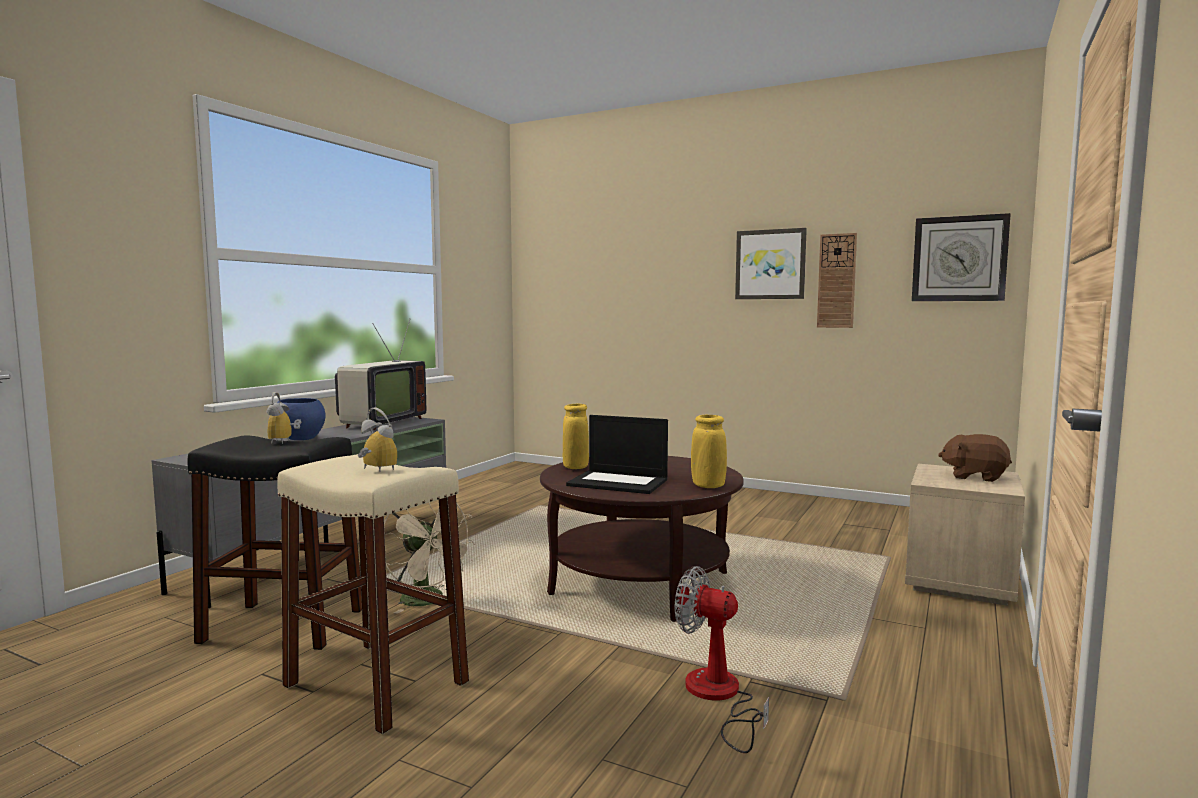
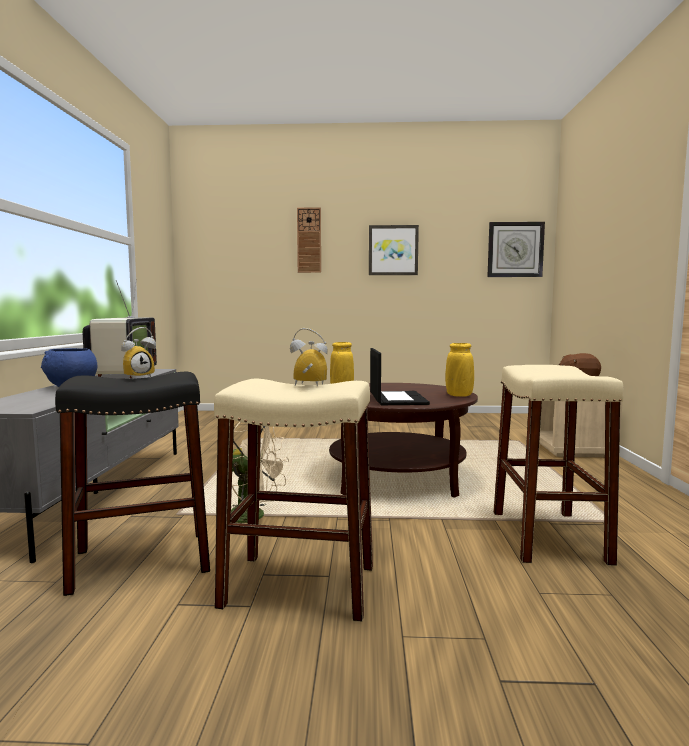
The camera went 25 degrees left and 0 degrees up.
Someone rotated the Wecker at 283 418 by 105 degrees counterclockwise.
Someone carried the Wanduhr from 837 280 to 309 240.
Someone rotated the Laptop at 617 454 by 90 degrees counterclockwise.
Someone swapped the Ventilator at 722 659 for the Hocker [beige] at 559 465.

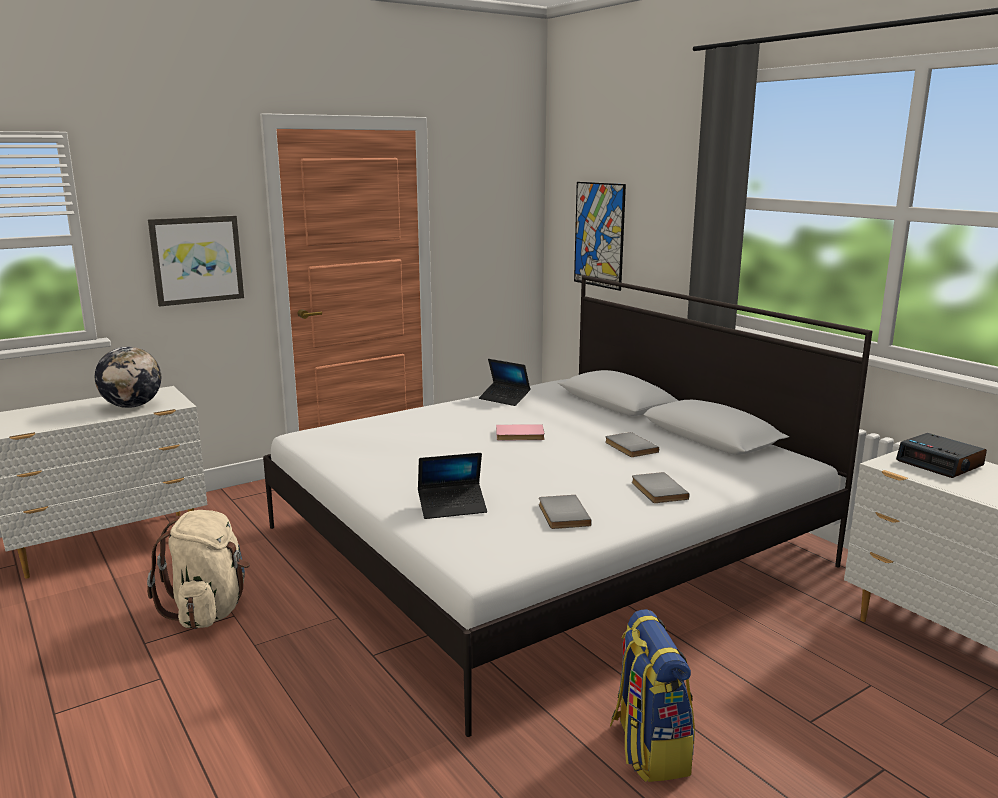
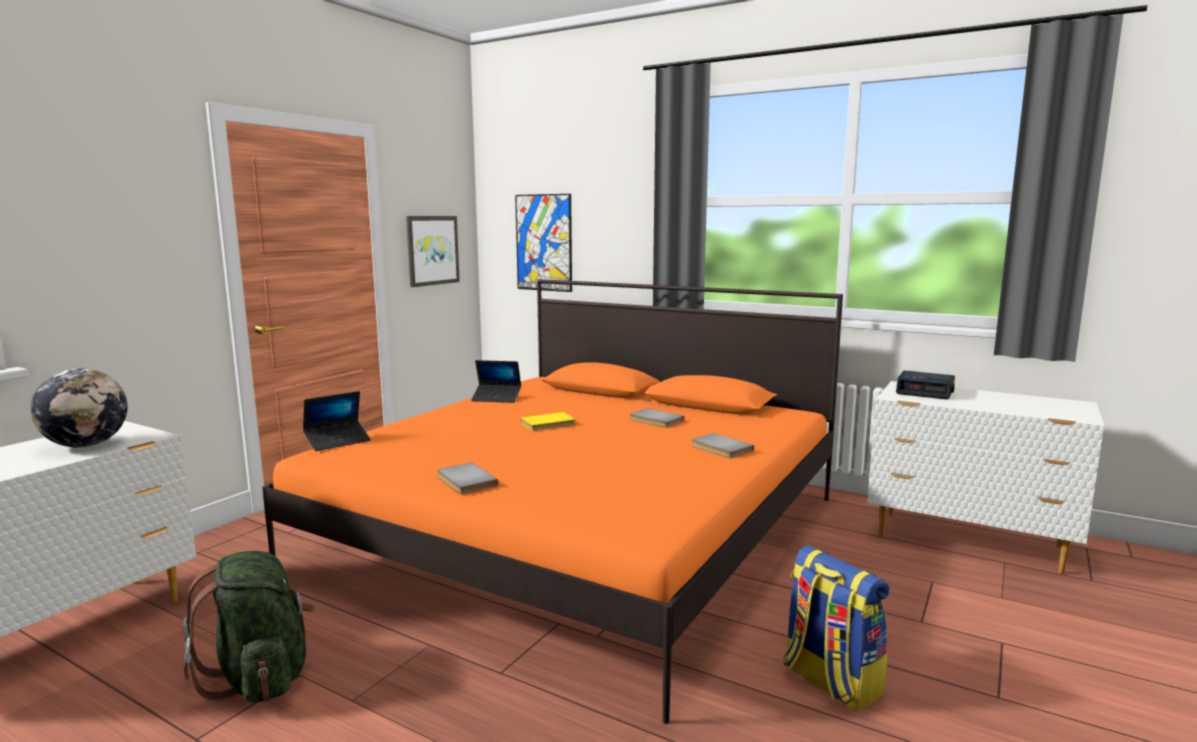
The camera went 25 degrees left and 5 degrees down.
Someone repainted the Rucksack [beige] at 198 569, which became the Rucksack [grün] at 249 627.
Someone repainted the Bett [weiß] at 567 506, which became the Bett [orange] at 552 501.
Someone carried the Laptop from 452 486 to 337 421.
Someone carried the Bild from 196 261 to 433 251.
Someone carried the Buch [grau] from 565 512 to 467 478.
Someone repainted the Buch [rosa] at 520 432, which became the Buch [gelb] at 548 421.

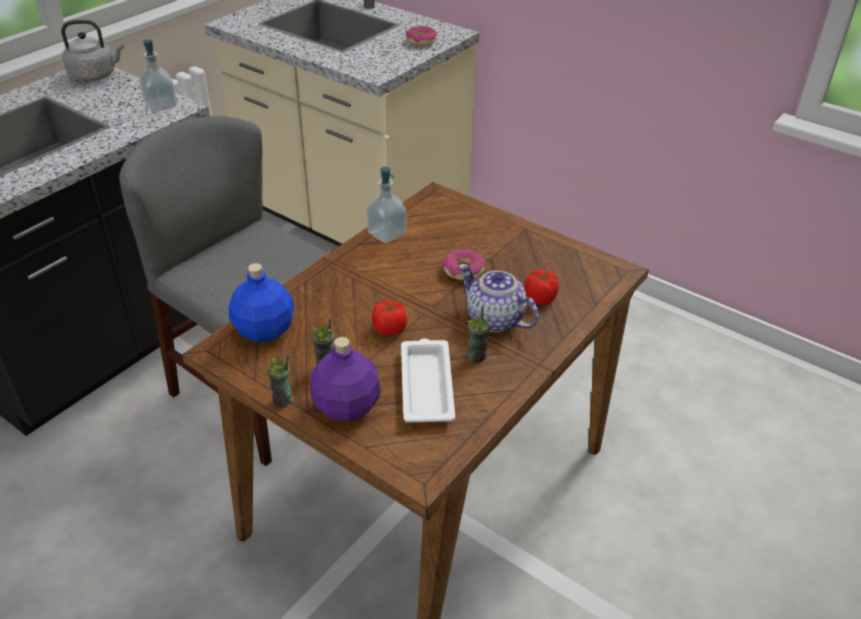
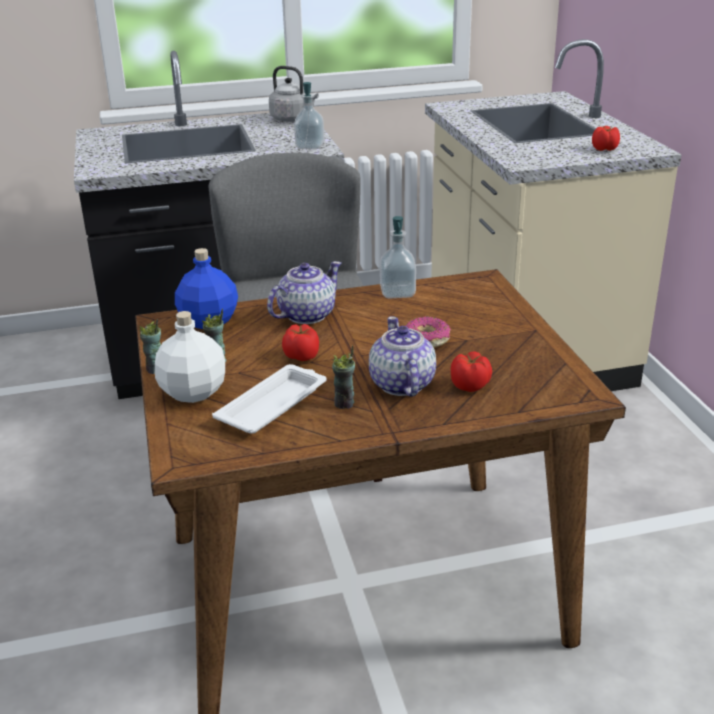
The camera went 40 degrees right and 10 degrees down.
Someone repainted the Flasche [lila] at 345 379, which became the Flasche [weiß] at 190 357.
Someone put down the Teekanne at 304 292.
Someone swapped the Donut at 421 36 for the Tomate at 606 138.

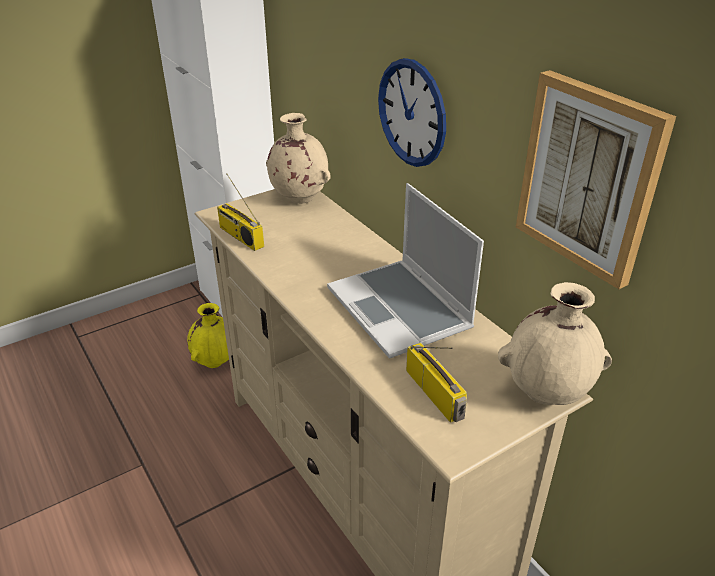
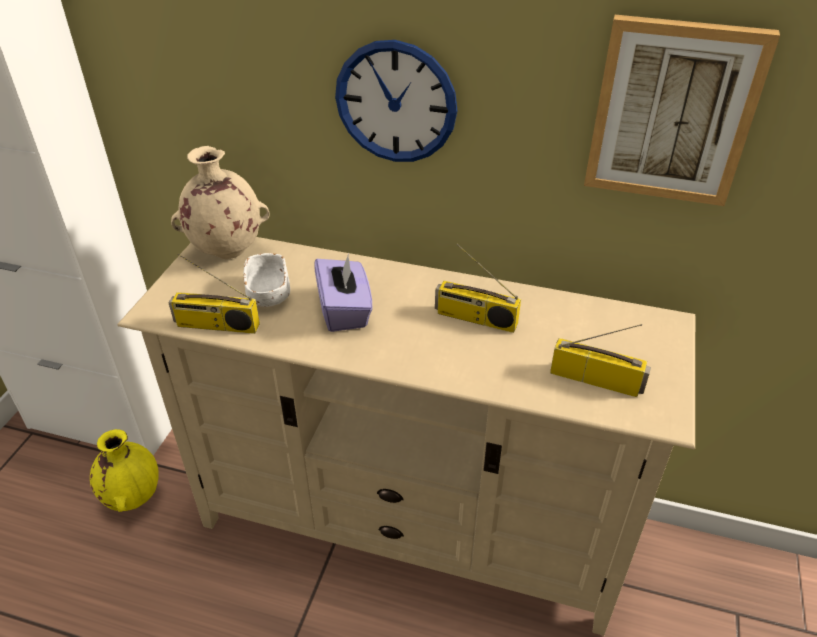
The camera went 40 degrees left and 5 degrees up.
Someone put down the Schüssel [weiß] at 267 280.
Someone put down the Taschentuchbox [lila] at 343 292.
Someone swapped the Laptop at 405 271 for the Radio at 478 288.
Someone took away the Vase [beige] at 555 343.

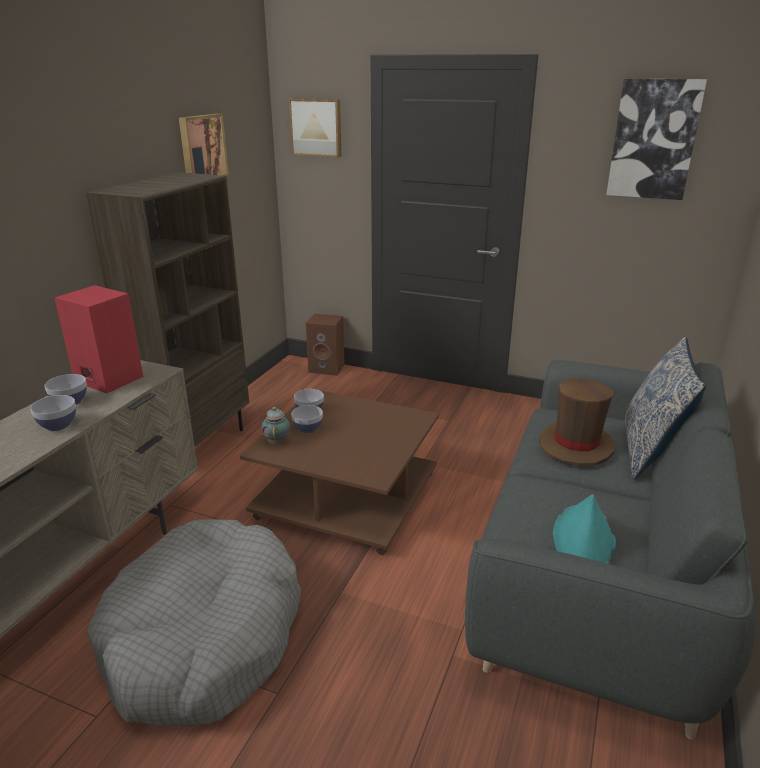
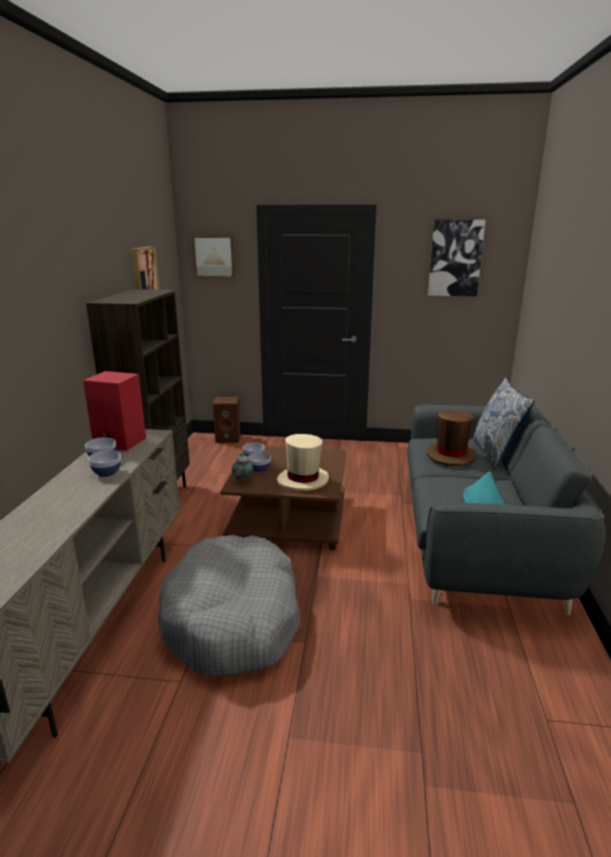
The camera went 15 degrees left and 5 degrees down.
Someone put down the Hut [beige] at 303 462.

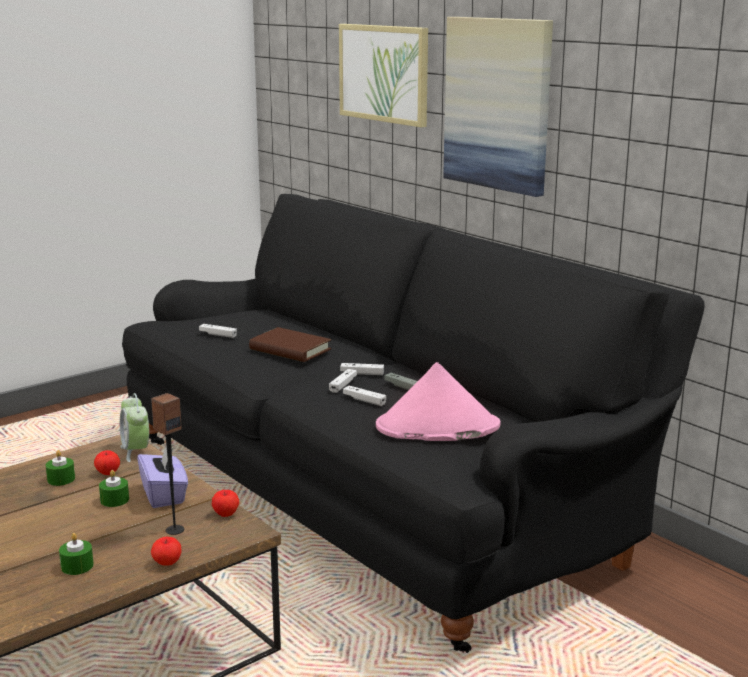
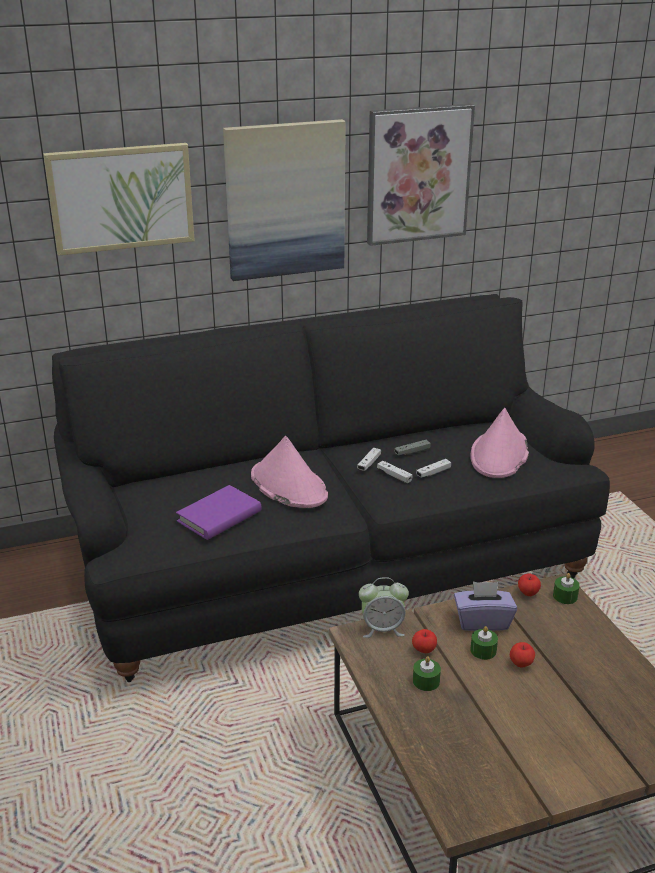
The camera went 70 degrees left and 10 degrees up.
Someone swapped the Gamepad [weiß] at 218 331 for the Buch [lila] at 219 512.
Someone swapped the Buch [braun] at 290 344 for the Hut [rosa] at 289 472.
Someone put up the Bild at 421 175.
Someone carried the Apfel from 166 551 to 522 655.
Someone carried the Kerze [grün] from 76 554 to 566 588.
Someone took away the Lautsprecher at 167 464.

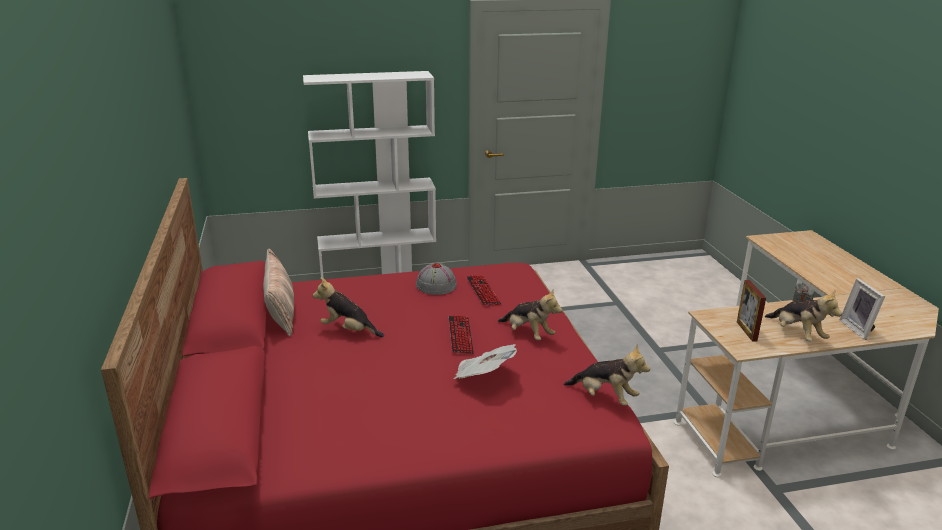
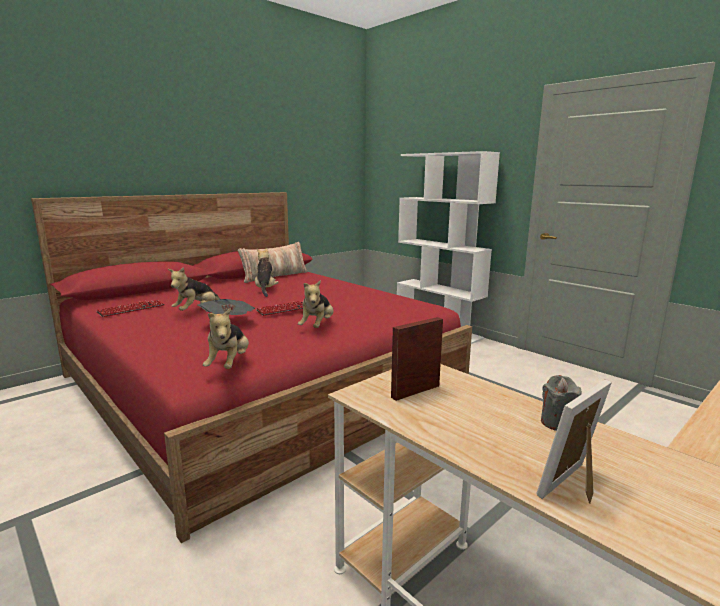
The camera went 60 degrees right and 10 degrees down.
Someone carried the Tastatur from 483 290 to 130 308.
Someone carried the Plüschtier from 803 316 to 194 289.
Someone took away the Hut [grau] at 436 279.

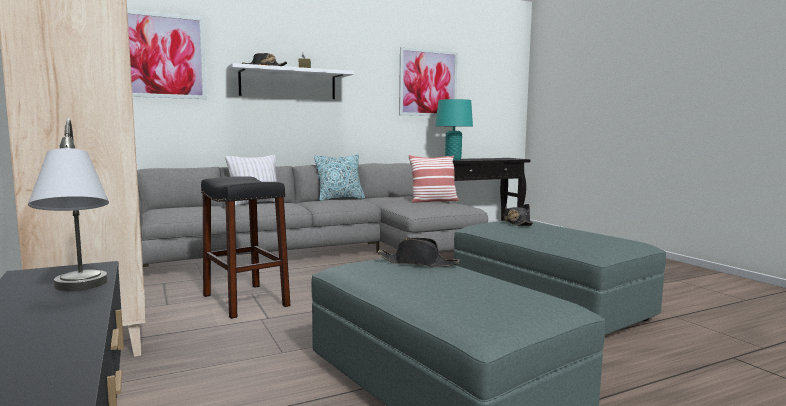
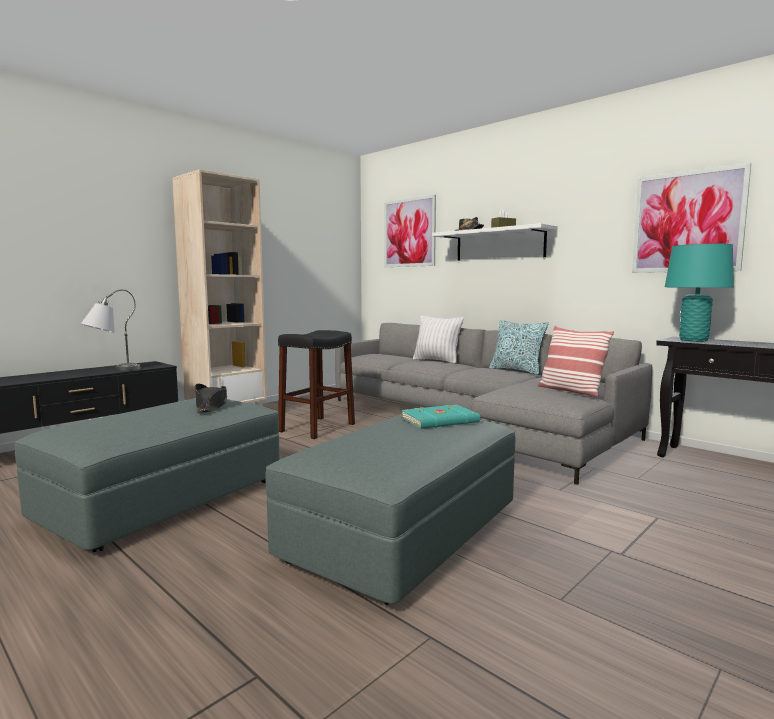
The camera went 70 degrees right and 0 degrees up.
Someone swapped the Hut [schwarz] at 518 215 for the Buch [türkis] at 441 417.

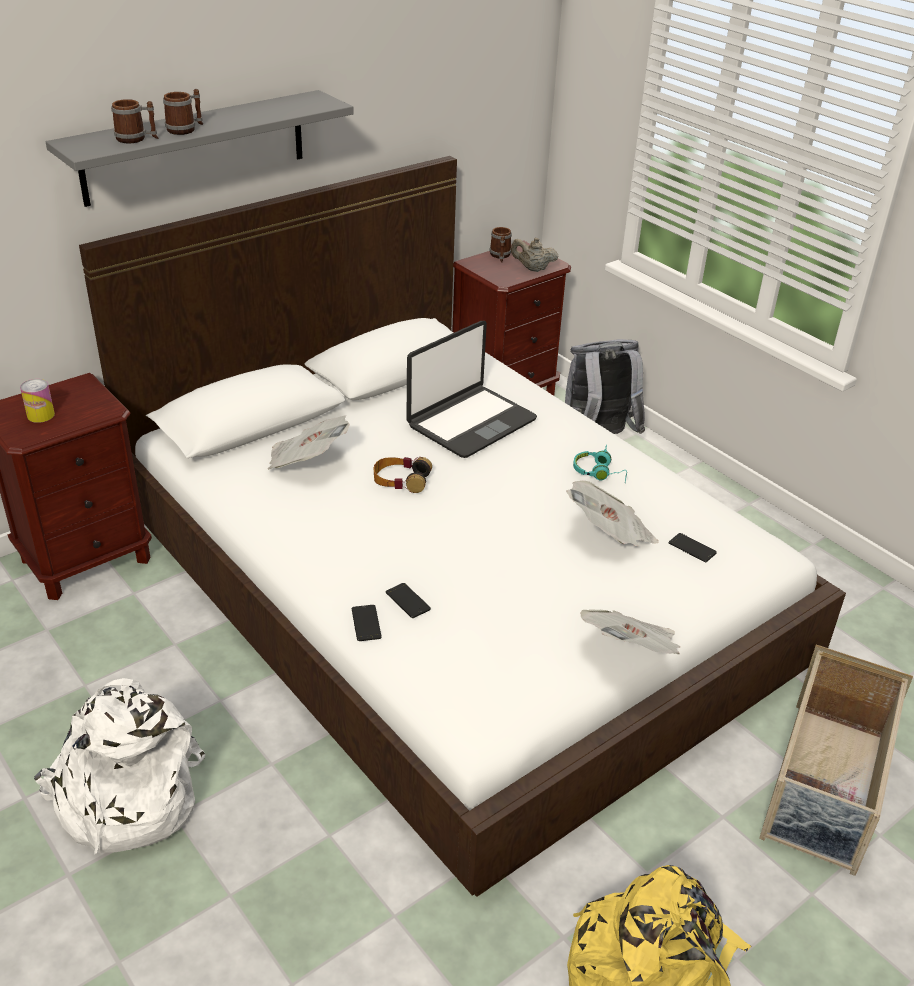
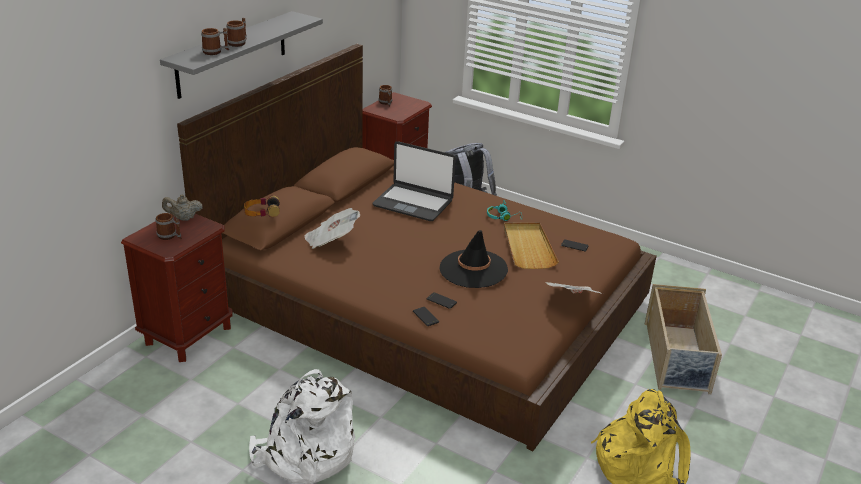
The camera went 20 degrees left and 5 degrees down.
Someone swapped the Dose at 37 401 for the Henkelbecher at 168 226.
Someone carried the Teekanne [beige] from 534 254 to 182 207.
Someone repainted the Bett [weiß] at 462 526, which became the Bett [braun] at 417 247.
Someone carried the Kopfhörer from 402 475 to 262 206.
Someone rotated the Laptop at 471 389 by 90 degrees clockwise.
Someone put down the Hut [schwarz] at 473 259.
Someone swapped the Zeitung at 612 513 for the Tablett [beige] at 531 245.

